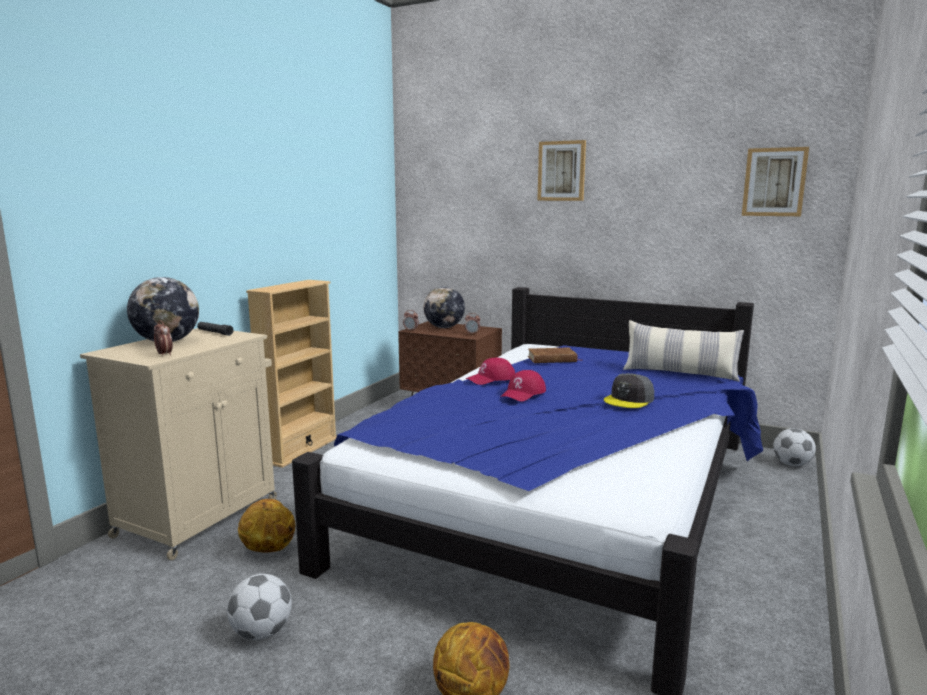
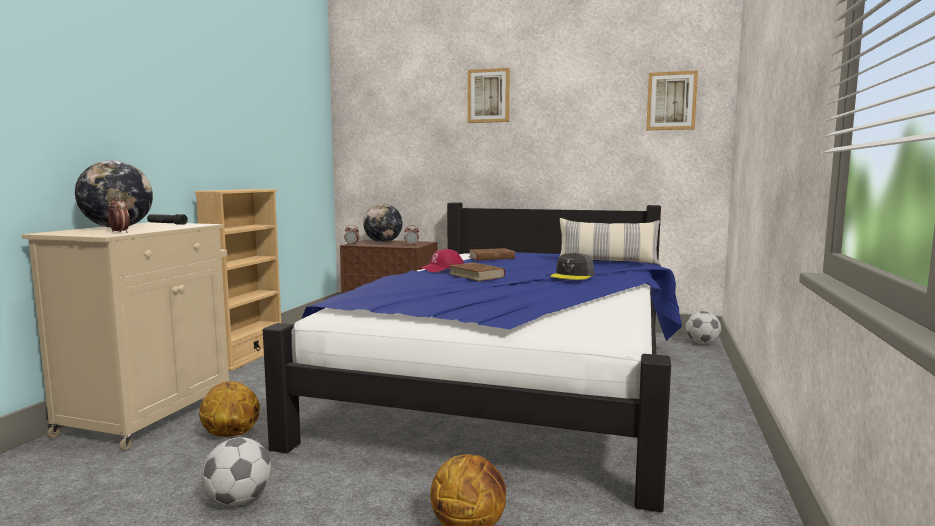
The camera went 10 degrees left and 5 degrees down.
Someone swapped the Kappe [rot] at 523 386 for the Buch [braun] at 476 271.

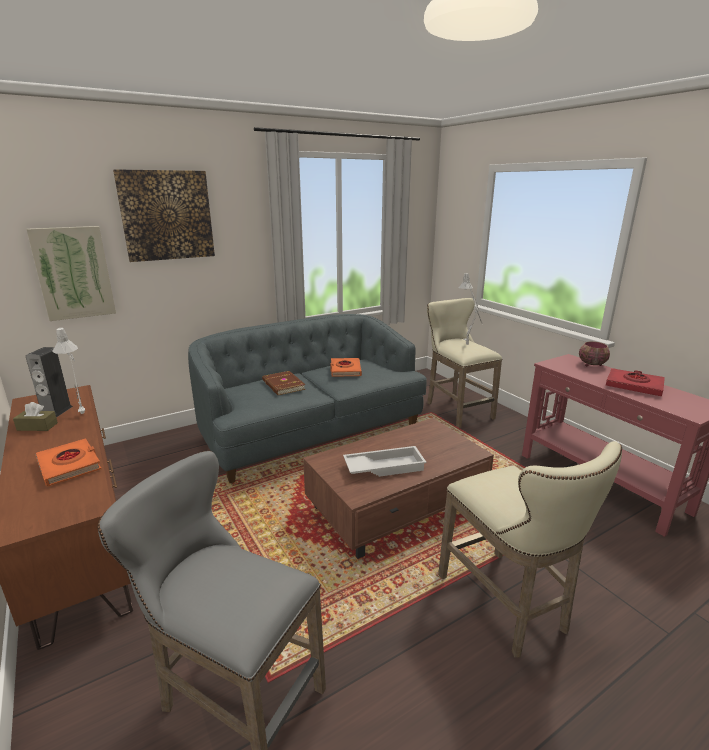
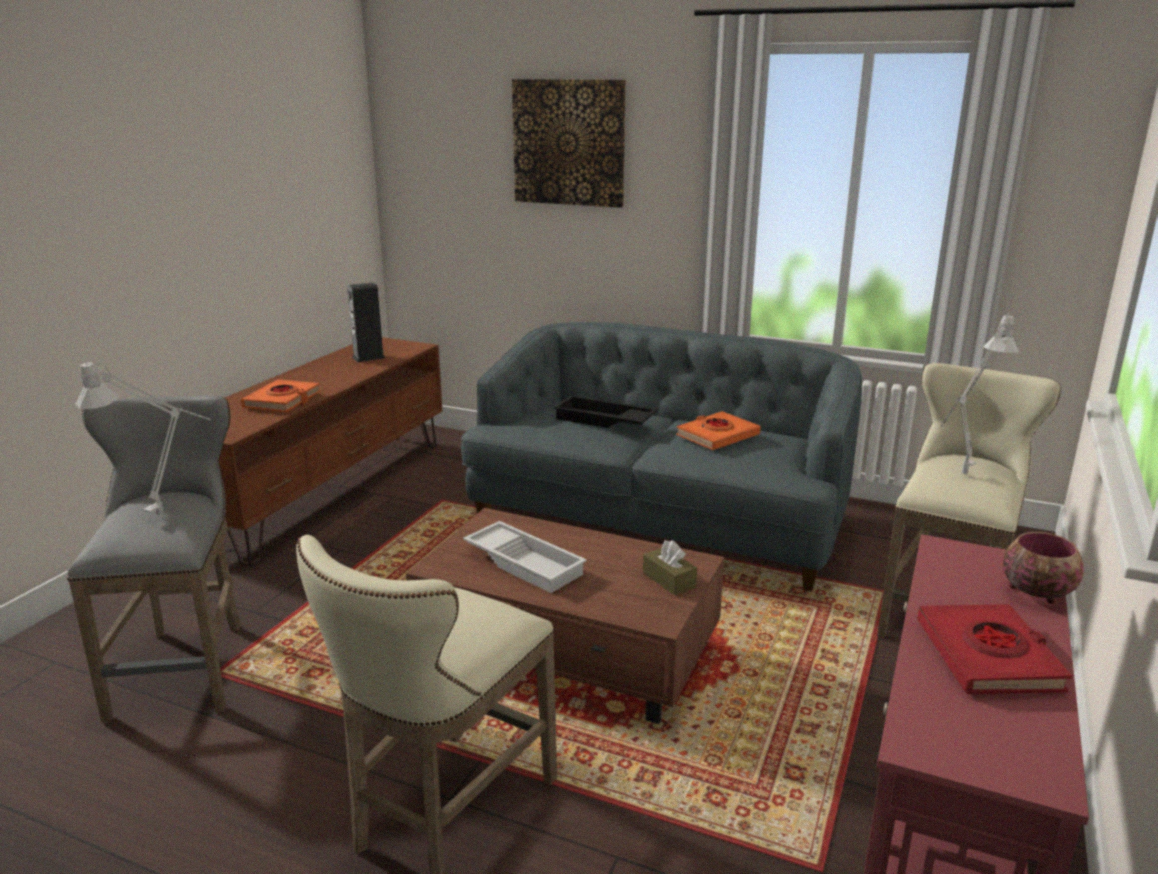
The camera went 55 degrees right and 0 degrees up.
Someone carried the Tischlampe [grau] from 68 370 to 142 438.
Someone swapped the Buch [braun] at 284 383 for the Tablett [schwarz] at 605 411.
Someone carried the Taschentuchbox [braun] from 35 416 to 670 567.
Someone took away the Bild at 71 273.

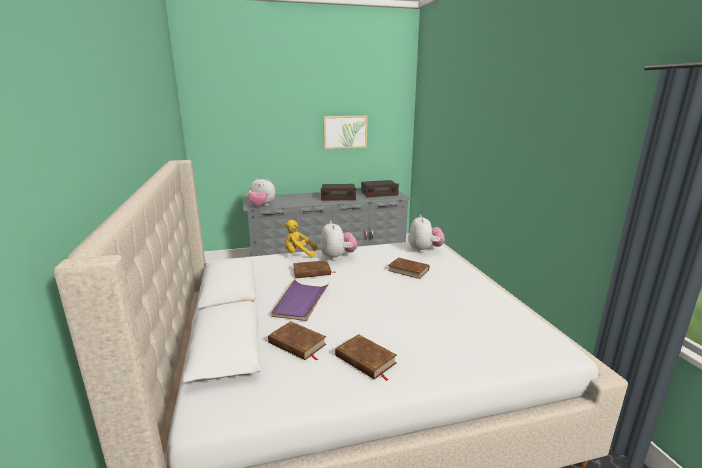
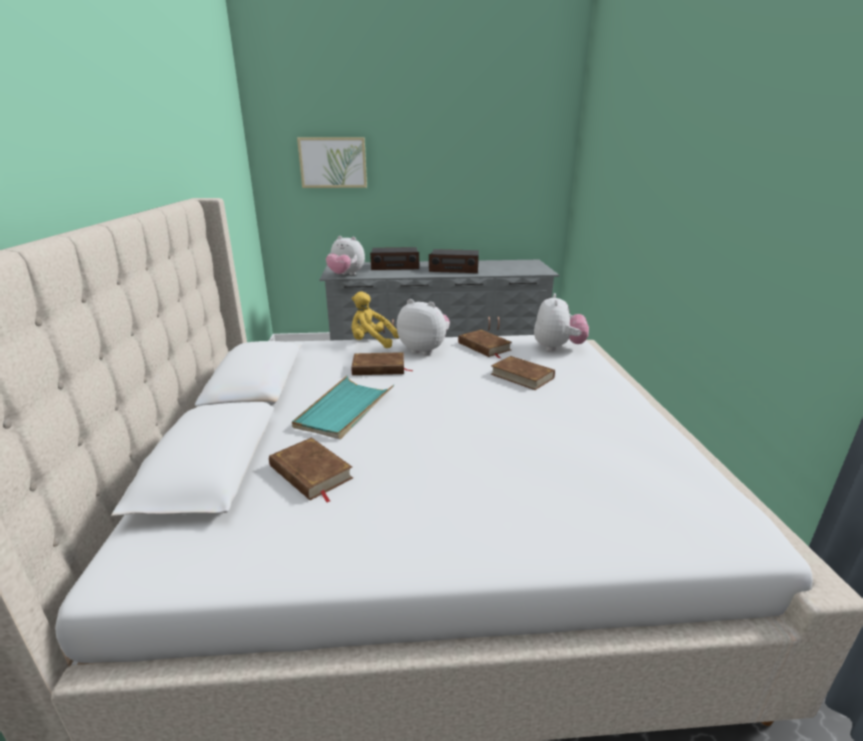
The camera went 10 degrees right and 5 degrees up.
Someone repainted the Tablett [lila] at 300 300, which became the Tablett [türkis] at 343 407.
Someone carried the Bild from 345 132 to 332 162.
Someone carried the Radio from 380 188 to 394 258.
Someone rotated the Plüschtier at 338 240 by 60 degrees counterclockwise.
Someone carried the Buch [braun] from 366 357 to 485 344.

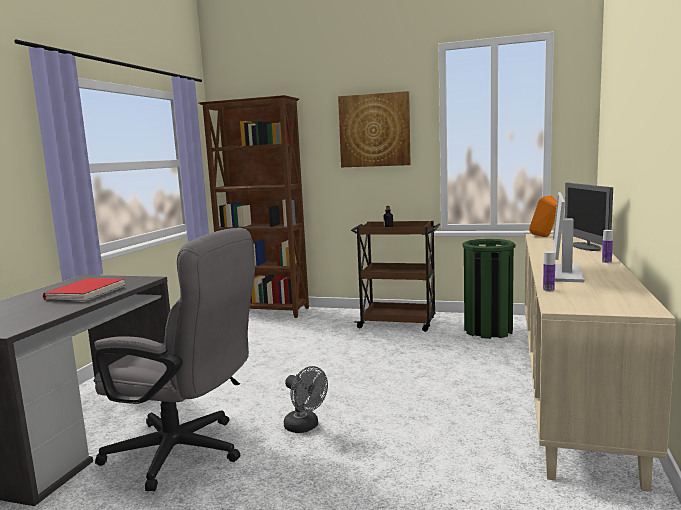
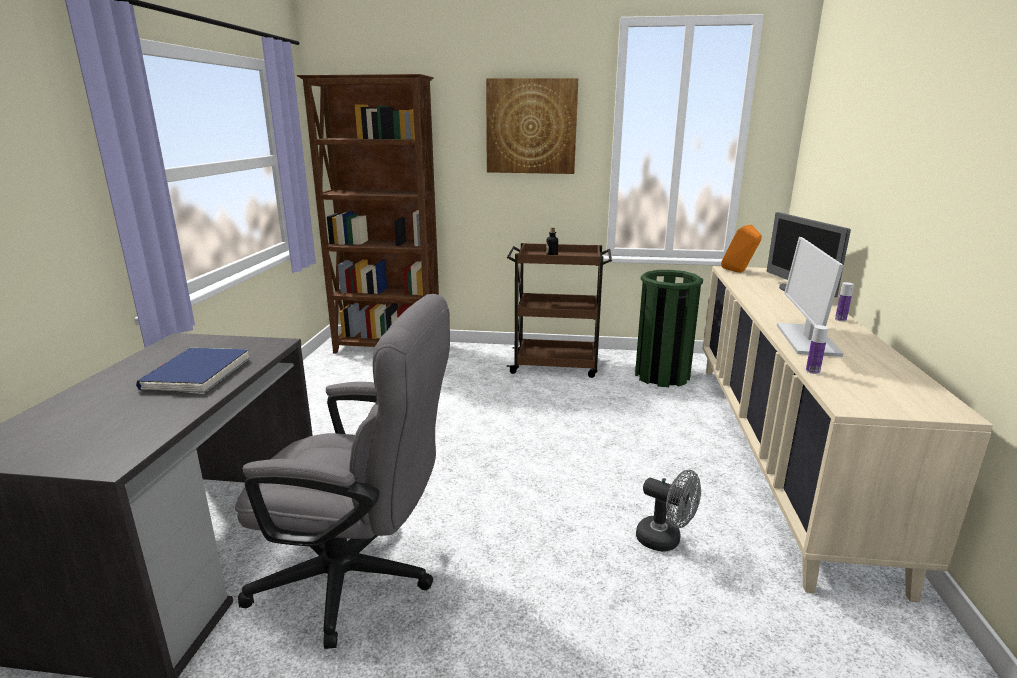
The camera went 10 degrees left and 10 degrees up.
Someone repainted the Buch [rot] at 84 290, which became the Buch [blau] at 192 371.
Someone carried the Ventilator [grau] from 306 399 to 668 511.

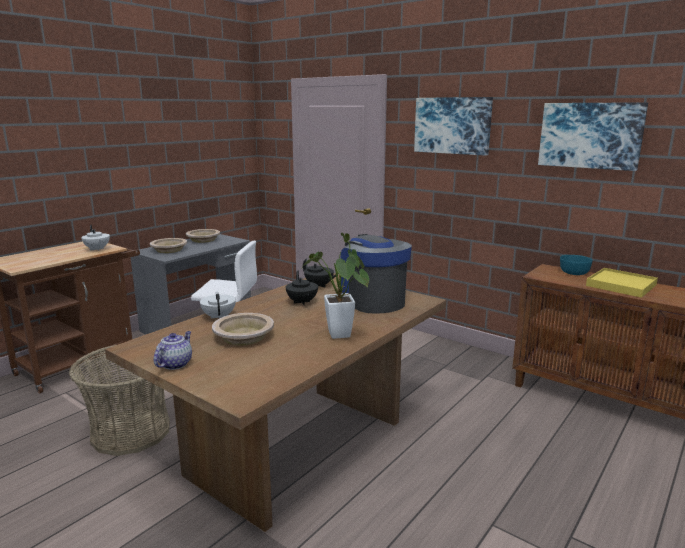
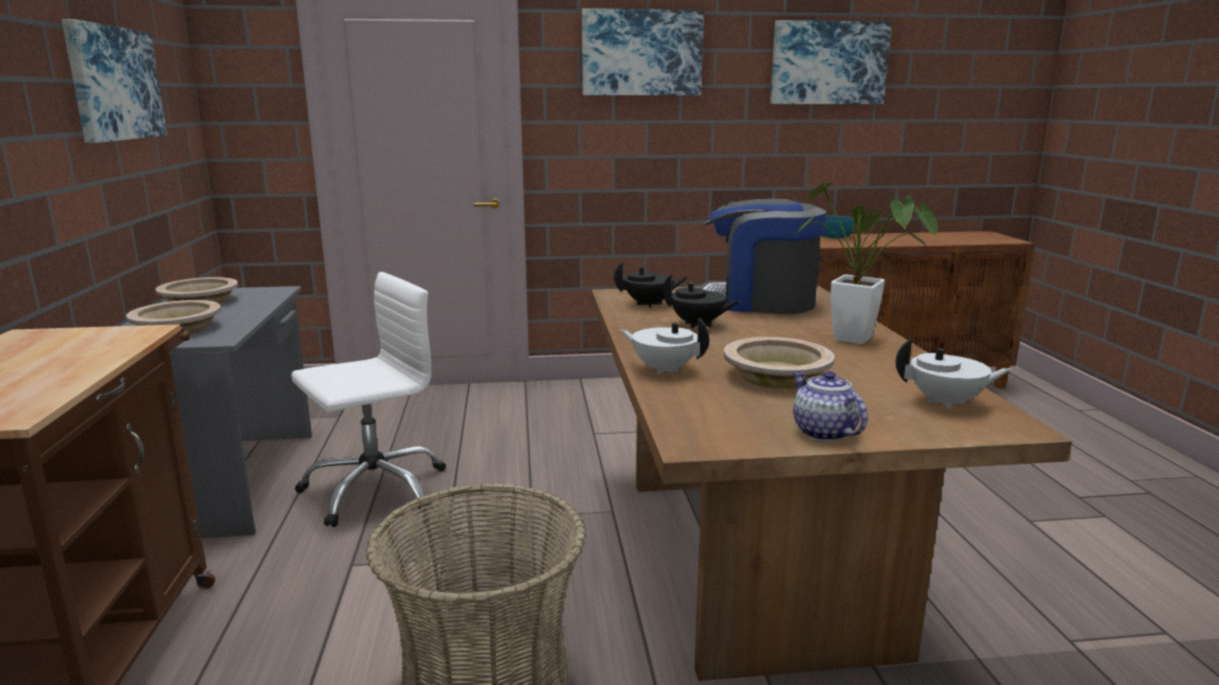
The camera went 45 degrees left and 0 degrees up.
Someone put up the Bild at 114 81.
Someone carried the Teekanne [weiß] from 95 238 to 954 374.
Someone took away the Tablett [gelb] at 622 283.

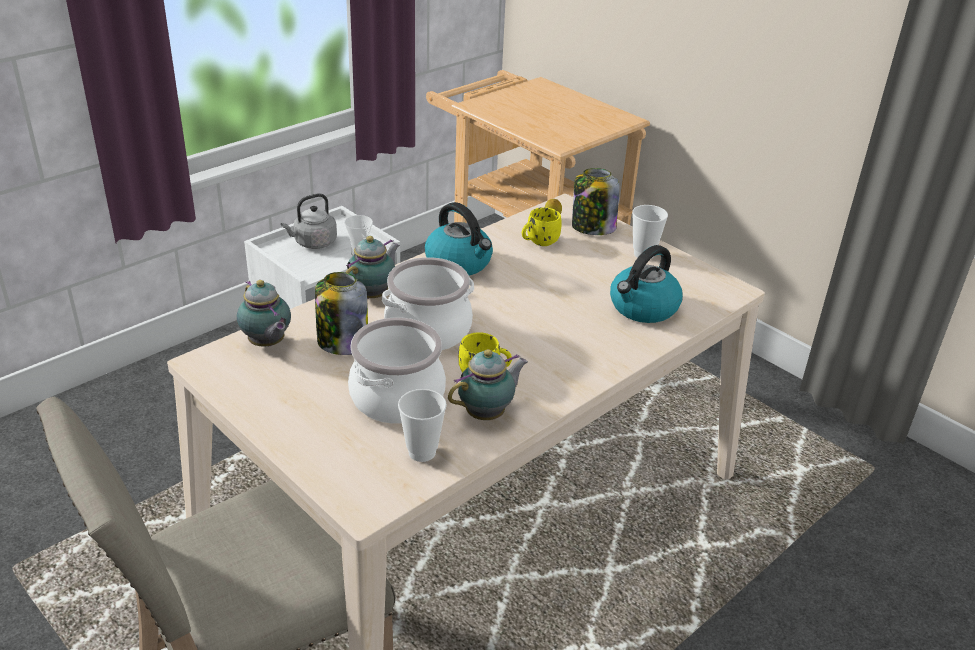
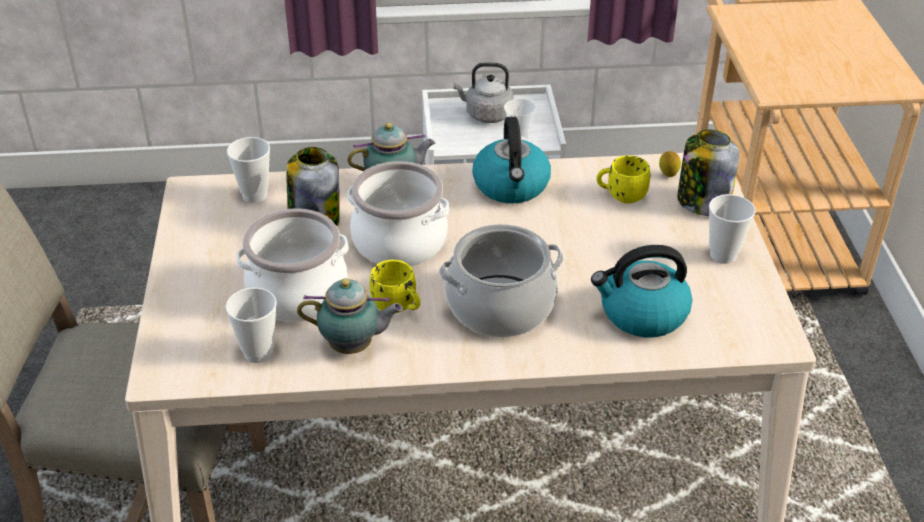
The camera went 40 degrees right and 5 degrees up.
Someone swapped the Teekanne at 264 313 for the Tasse at 248 170.
Someone put down the Kochtopf at 501 280.

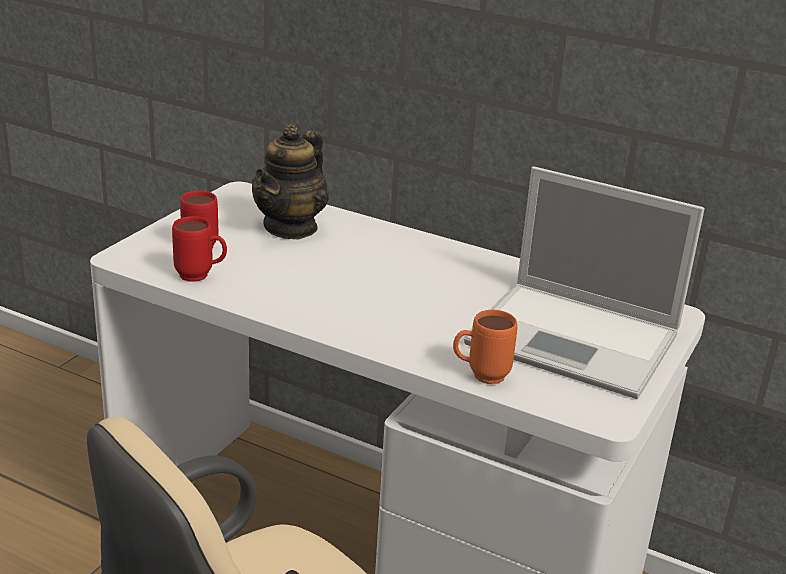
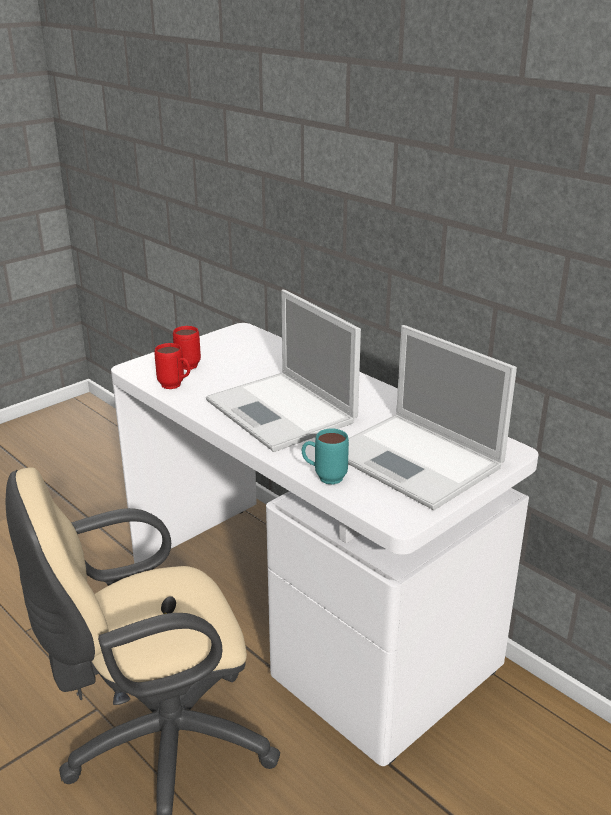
The camera went 20 degrees right and 0 degrees up.
Someone put down the Laptop at 283 371.
Someone repainted the Henkelbecher [orange] at 485 347, which became the Henkelbecher [türkis] at 325 456.
Someone took away the Teekanne at 290 182.

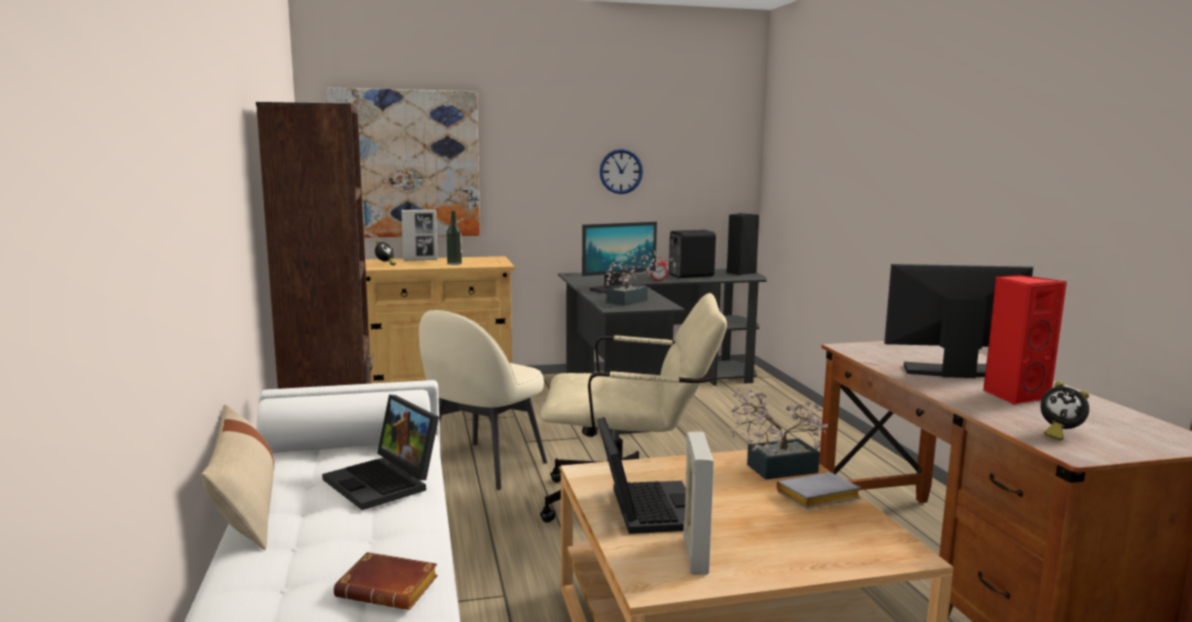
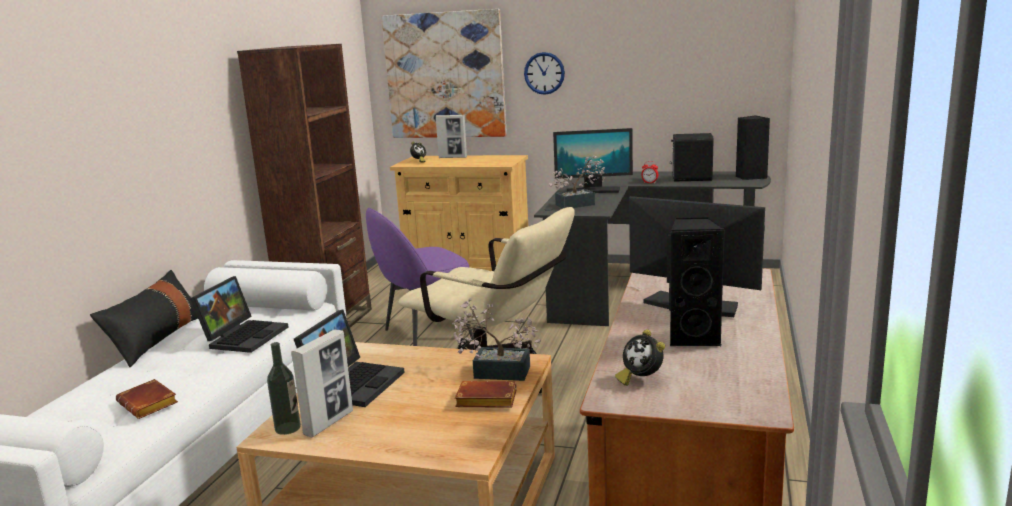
The camera went 30 degrees right and 5 degrees up.
Someone repainted the Kissen [beige] at 238 477, which became the Kissen [schwarz] at 144 318.
Someone rotated the Laptop at 380 452 by 150 degrees counterclockwise.
Someone carried the Flasche from 454 238 to 284 388.
Someone repainted the Stuhl [beige] at 483 400, which became the Stuhl [lila] at 420 277.
Someone repainted the Buch [grau] at 818 490, which became the Buch [braun] at 486 394.
Someone carried the Wanduhr from 621 171 to 544 73.
Someone repainted the Lautsprecher [rot] at 1025 340, which became the Lautsprecher [schwarz] at 697 282.

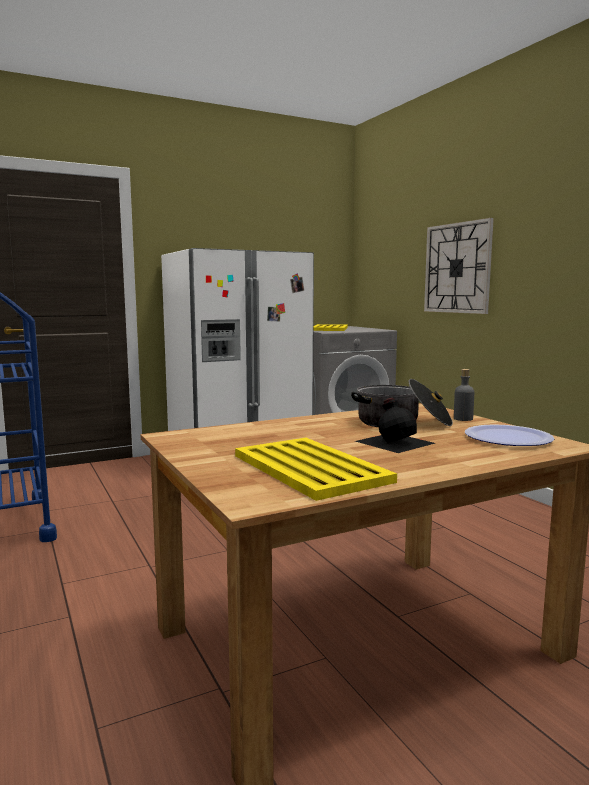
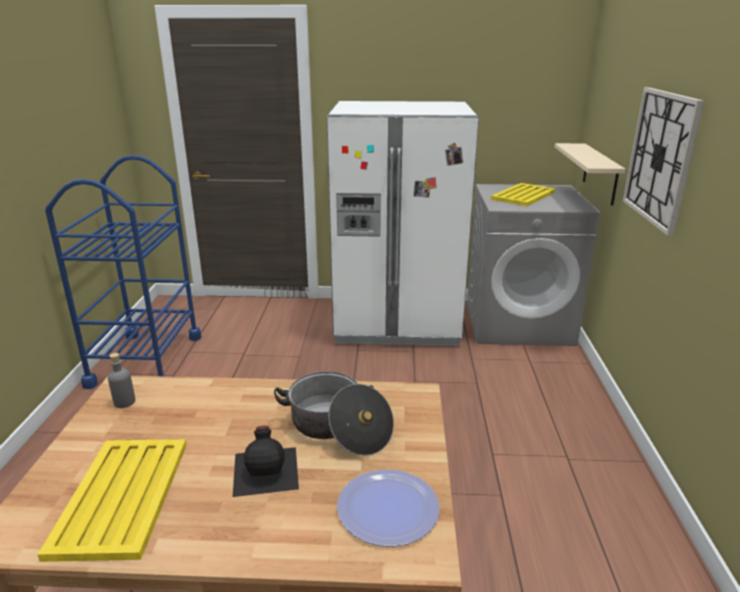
The camera went 30 degrees right and 15 degrees up.
Someone carried the Flasche [grau] from 464 395 to 121 380.
Someone put up the Wandregal [beige] at 590 174.

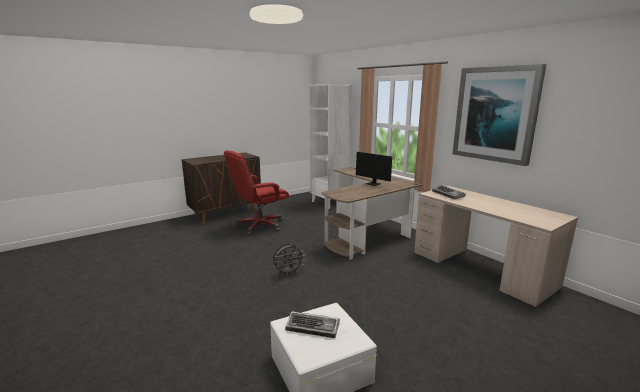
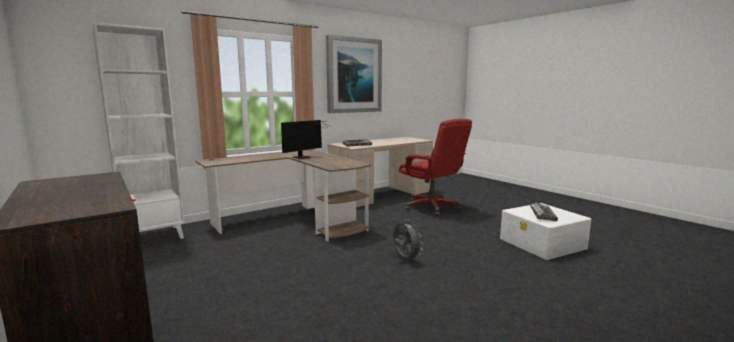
The camera went 90 degrees left and 5 degrees down.
Someone carried the Bürostuhl [rot] from 256 192 to 435 167.

